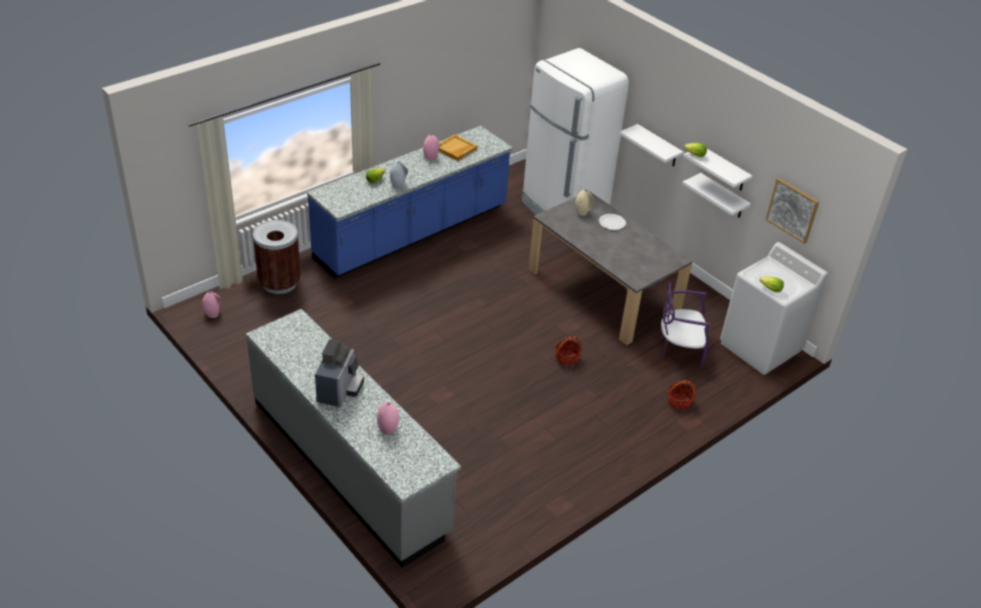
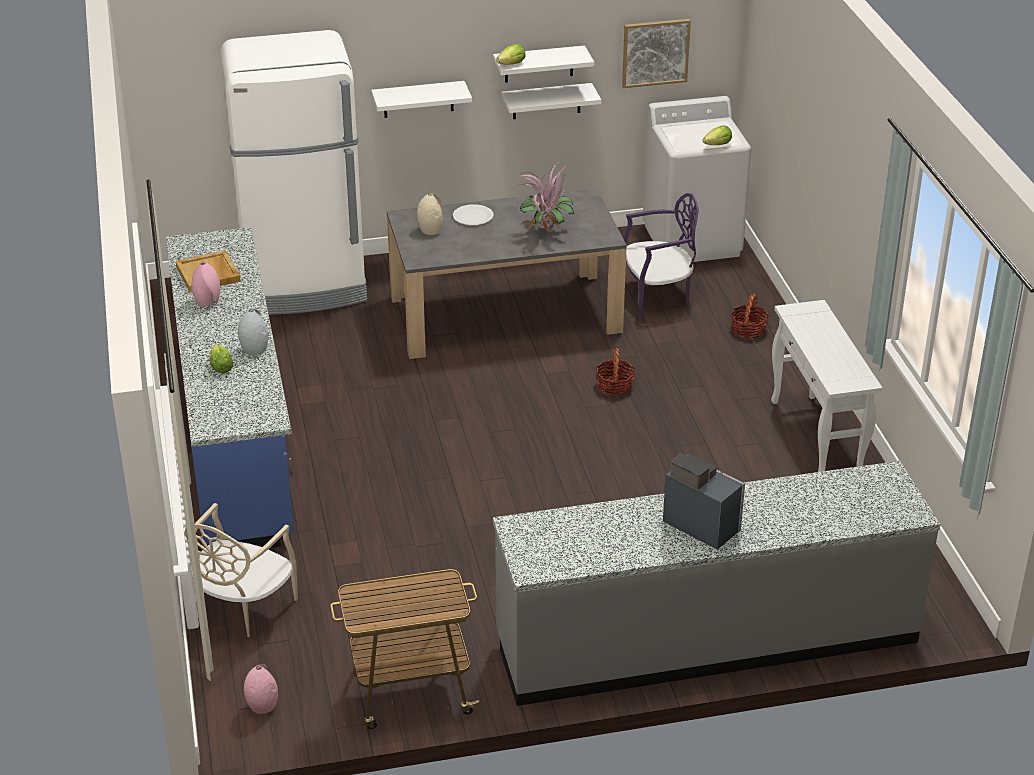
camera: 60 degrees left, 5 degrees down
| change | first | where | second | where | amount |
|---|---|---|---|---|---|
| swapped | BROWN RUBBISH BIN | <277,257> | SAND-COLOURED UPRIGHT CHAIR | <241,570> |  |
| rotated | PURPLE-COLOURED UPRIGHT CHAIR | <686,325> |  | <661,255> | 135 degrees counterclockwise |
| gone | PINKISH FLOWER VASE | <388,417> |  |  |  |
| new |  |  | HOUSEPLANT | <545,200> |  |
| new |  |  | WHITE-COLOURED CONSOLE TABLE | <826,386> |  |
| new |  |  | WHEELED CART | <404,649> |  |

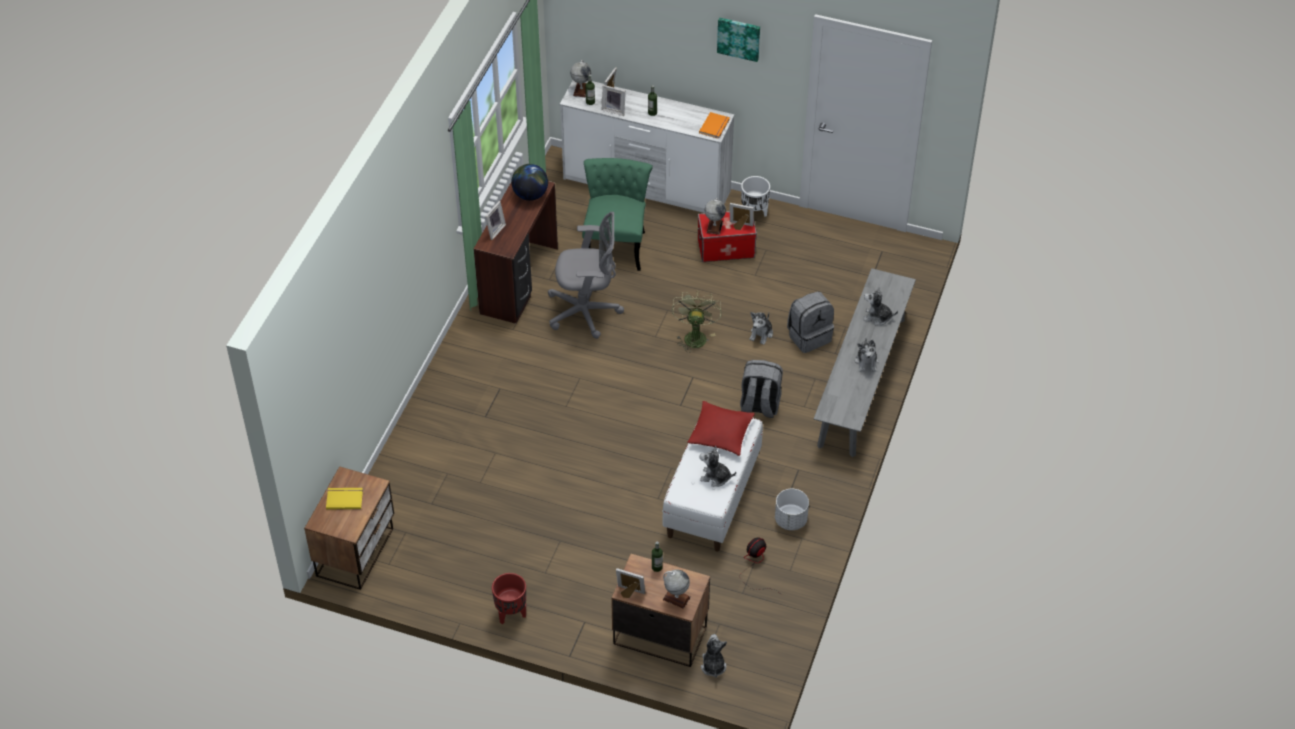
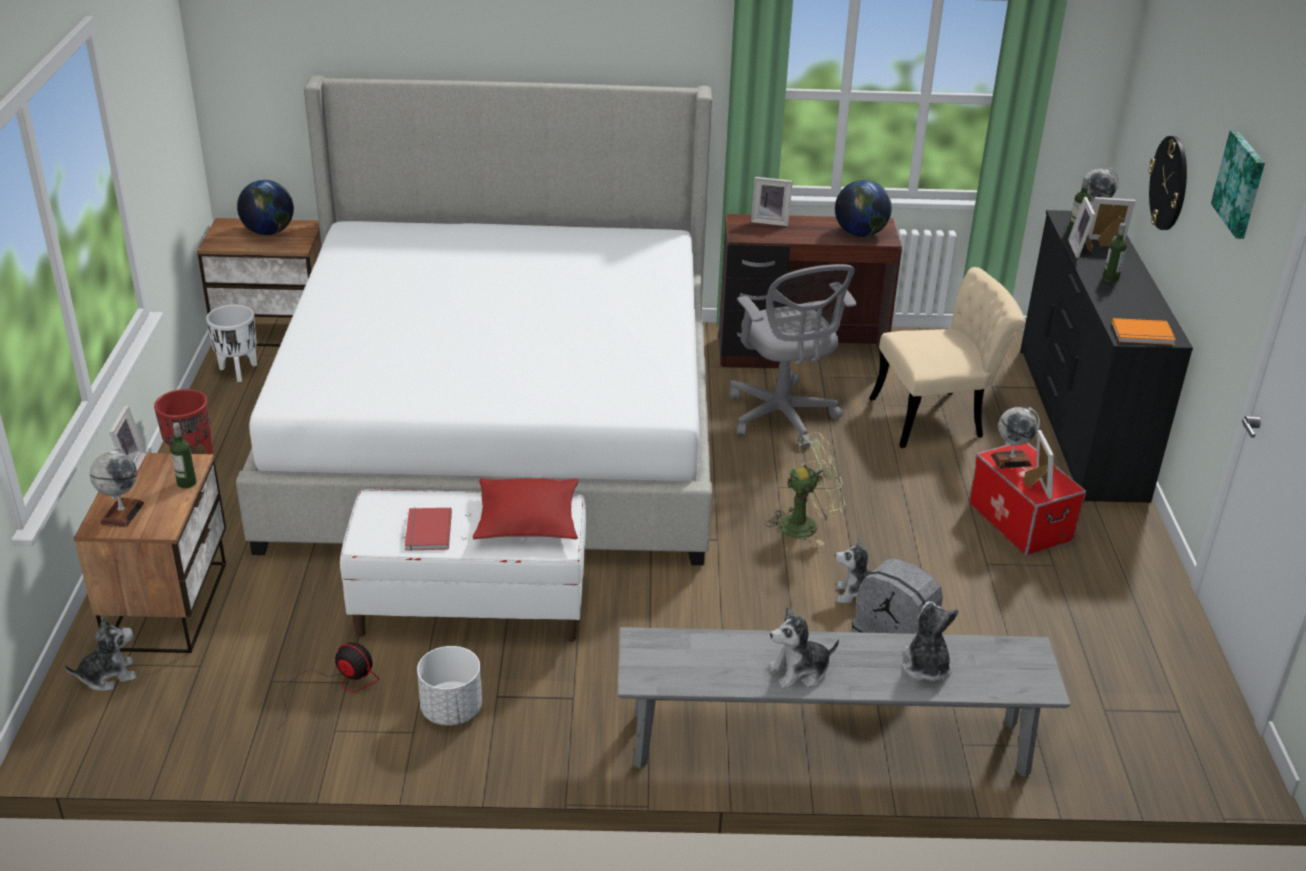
camera: 70 degrees right, 15 degrees down
| change | first | where | second | where | amount |
|---|---|---|---|---|---|
| repainted | WHITE-COLOURED DRESSER | <647,146> | BLACK DRESSER | <1106,356> |  |
| repainted | GREENISH UPRIGHT CHAIR | <617,214> | SAND-COLOURED UPRIGHT CHAIR | <947,357> |  |
| shifted | WHITE-COLOURED FLOWER POT | <755,196> |  | <231,343> |  |
| gone | GREYISH KNAPSACK | <761,389> |  |  |  |
| swapped | CUDDLY TOY | <718,466> | RED BOUND BOOK | <428,529> |  |
| swapped | YELLOWISH BOUND BOOK | <344,499> | GLOBE | <265,207> |  |
| new |  |  | BED | <474,320> |  |
| new |  |  | CLOCK ON THE WALL | <1168,183> |  |

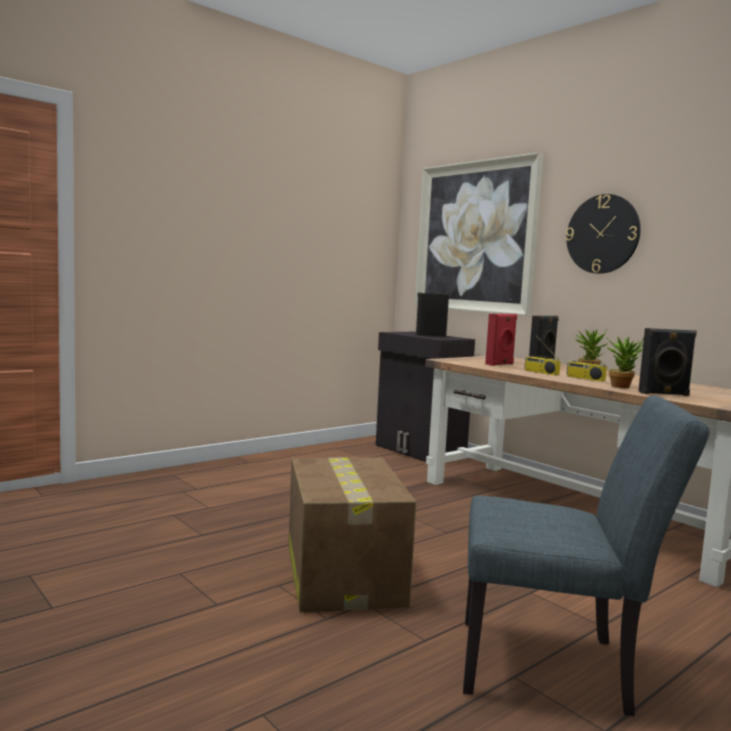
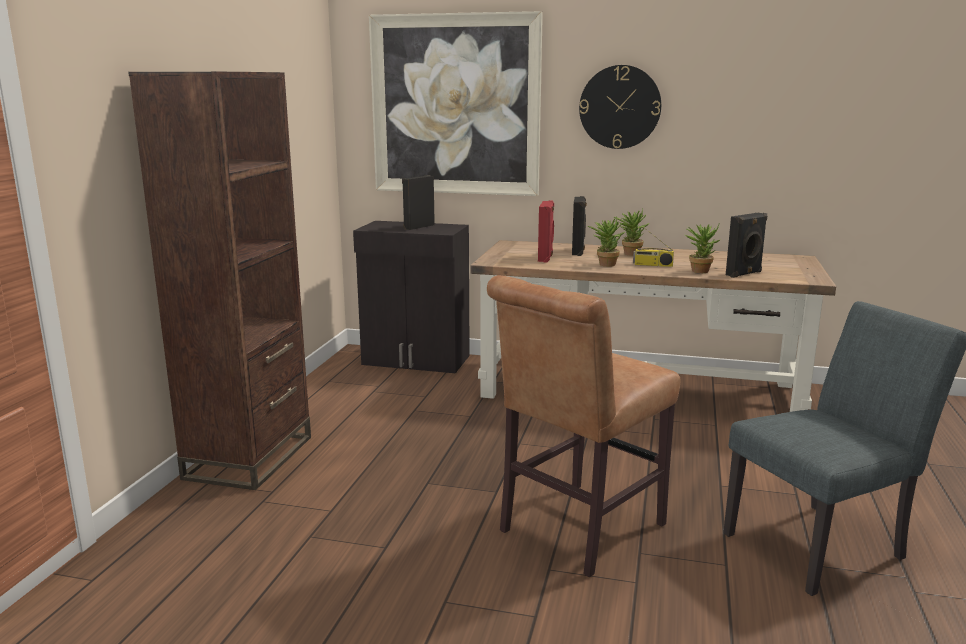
camera: 35 degrees left, 10 degrees up
| change | first | where | second | where | amount |
|---|---|---|---|---|---|
| swapped | RADIO RECEIVER | <542,355> | HOUSEPLANT | <606,241> |  |
| swapped | CARDBOARD BOX | <352,535> | BROWN UPRIGHT CHAIR | <584,426> |  |
| new |  |  | BROWN BOOKCASE | <219,281> |  |

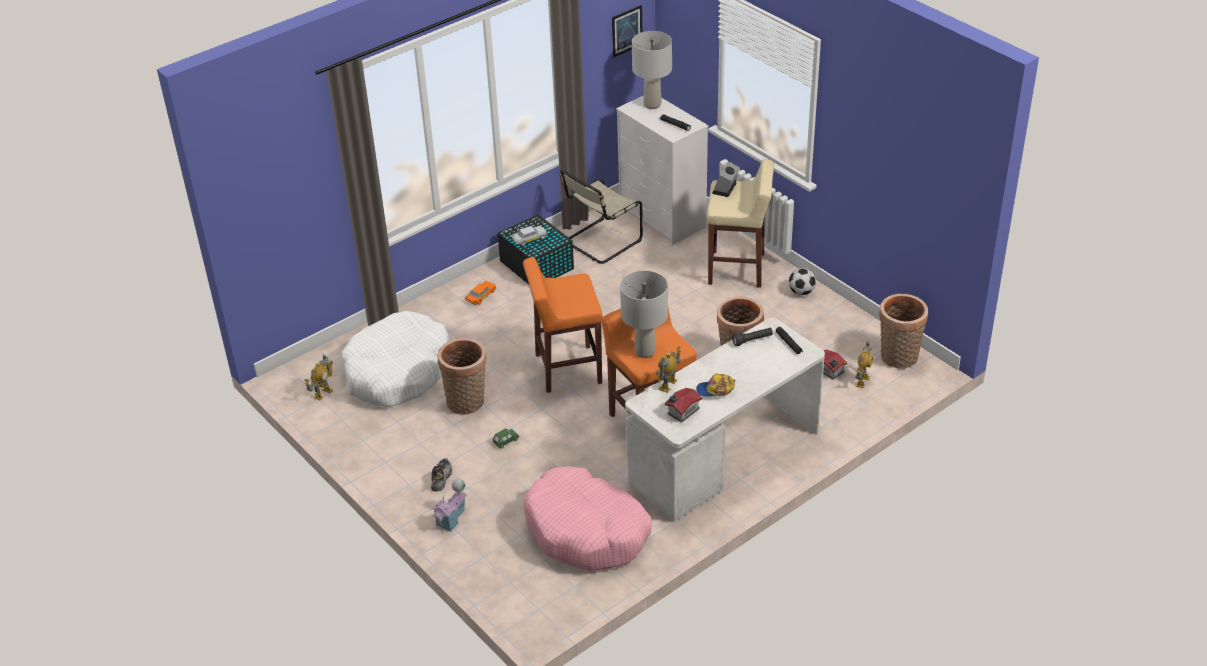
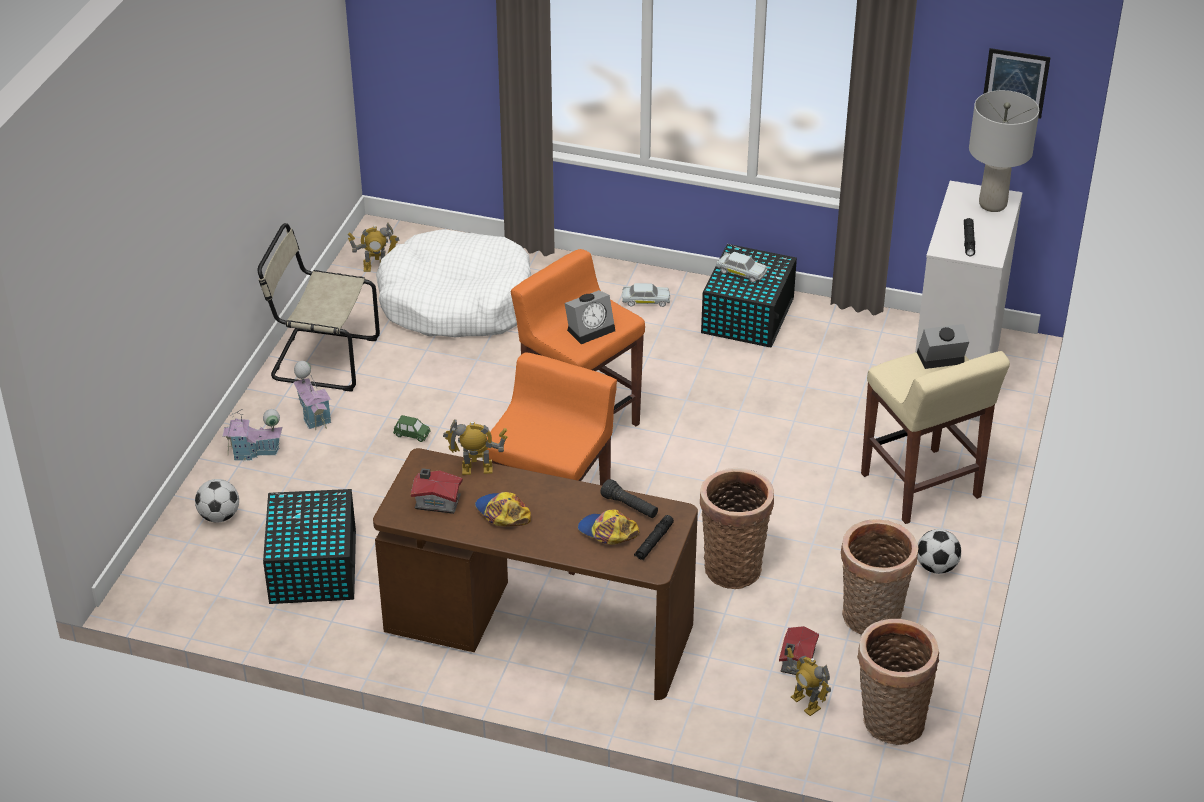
camera: 55 degrees right, 0 degrees up
| change | first | where | second | where | amount |
|---|---|---|---|---|---|
| shifted | SAND-COLOURED UPRIGHT CHAIR | <601,217> |  | <319,307> |  |
| gone | GREYISH LAMP FOR A TABLE | <644,314> |  |  |  |
| repainted | ORANGE MODEL CAR | <480,293> | WHITE-COLOURED MODEL CAR | <646,295> |  |
| repainted | WHITE-COLOURED DESK | <725,419> | BROWN DESK | <535,574> |  |
| shifted | BASKET | <462,376> |  | <879,577> |  |
| rotated | ROBOT FIGURE | <864,365> |  | <808,682> | 60 degrees clockwise |
| swapped | ITEM OF FOOTWEAR | <441,474> | MODEL HOUSE | <312,395> |  |
| swapped | PINKISH PET BED | <587,518> | BLACK STORAGE CONTAINER | <309,546> |  |
| new |  |  | BEDSIDE CLOCK | <590,317> |  |
| new |  |  | BALL FOR FOOTBALL | <217,501> |  |
| new |  |  | PEAKED CAP | <609,527> |  |

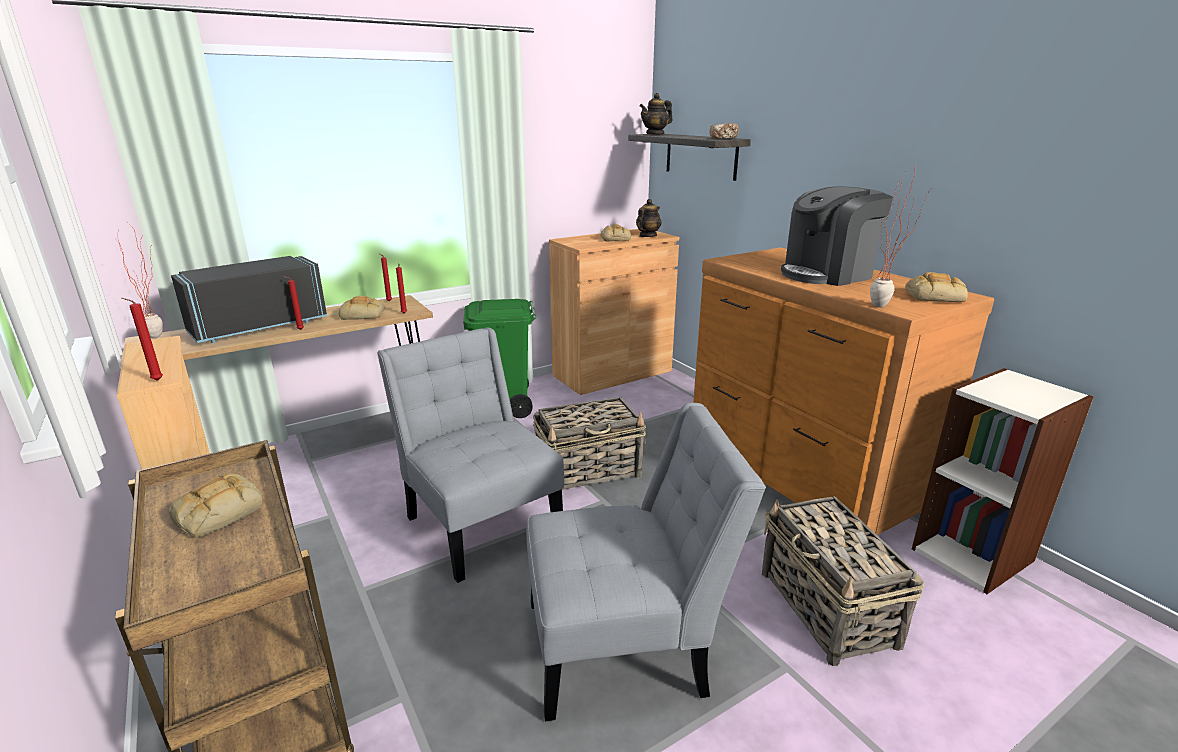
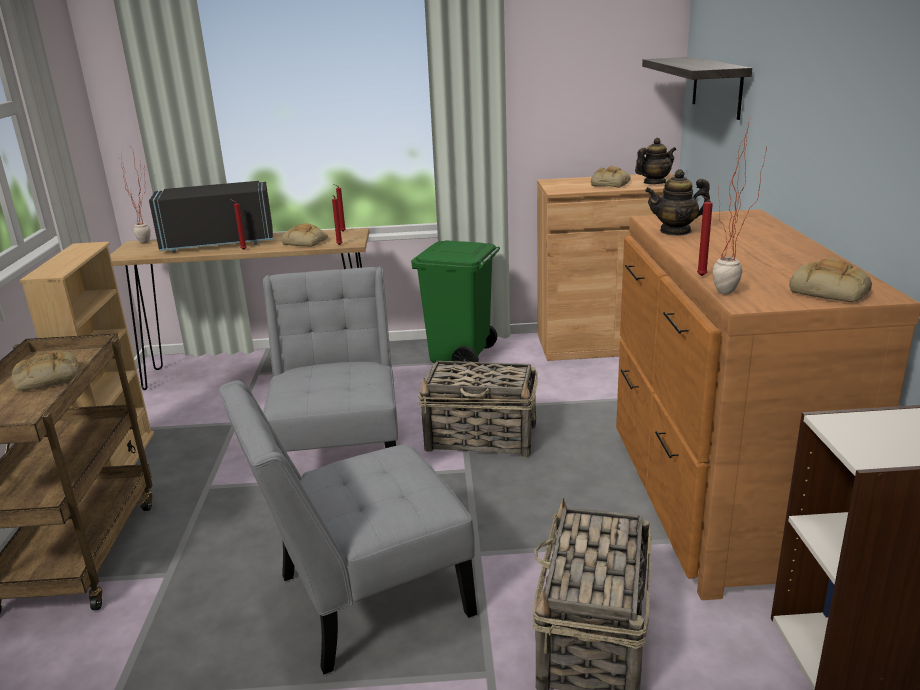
camera: 30 degrees right, 0 degrees up
| change | first | where | second | where | amount |
|---|---|---|---|---|---|
| shifted | TEA POT | <656,114> |  | <678,202> |  |
| gone | BAKERY BREAD | <724,131> |  |  |  |
| gone | COFFEE BREWER | <837,236> |  |  |  |
| shifted | RED WAX LIGHT | <142,339> |  | <705,235> |  |
| rotated | GREYISH UPRIGHT CHAIR | <646,562> |  | <348,527> | 135 degrees clockwise |

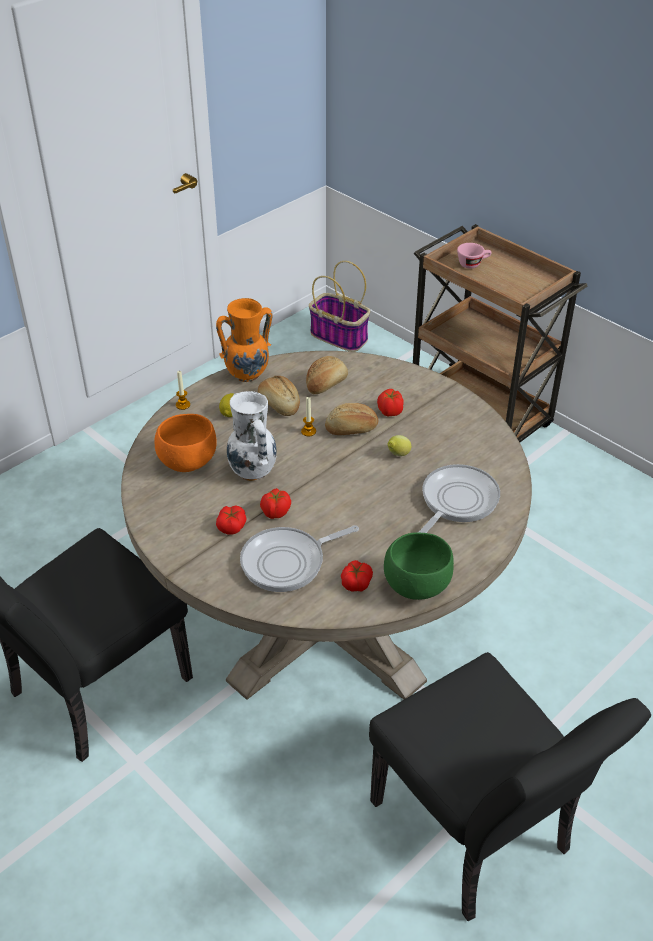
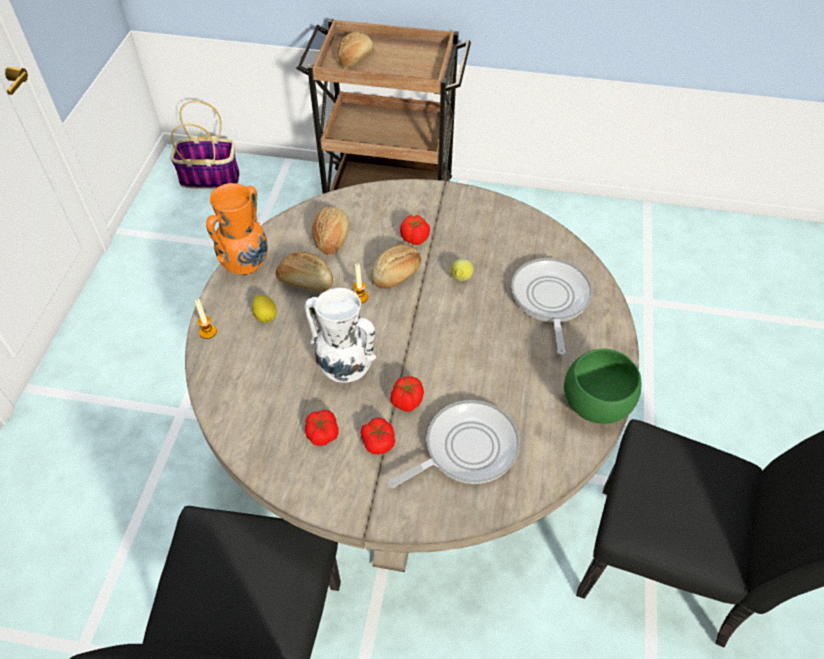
camera: 35 degrees left, 10 degrees up
| change | first | where | second | where | amount |
|---|---|---|---|---|---|
| swapped | PINKISH SMALL CUP | <474,255> | BAKERY BREAD | <356,49> |  |
| gone | ORANGE SERVING BOWL | <186,443> |  |  |  |
| rotated | FRYING PAN | <299,558> |  | <454,444> | 150 degrees counterclockwise |
| shifted | WHOLE TOMATO | <357,576> |  | <322,428> |  |

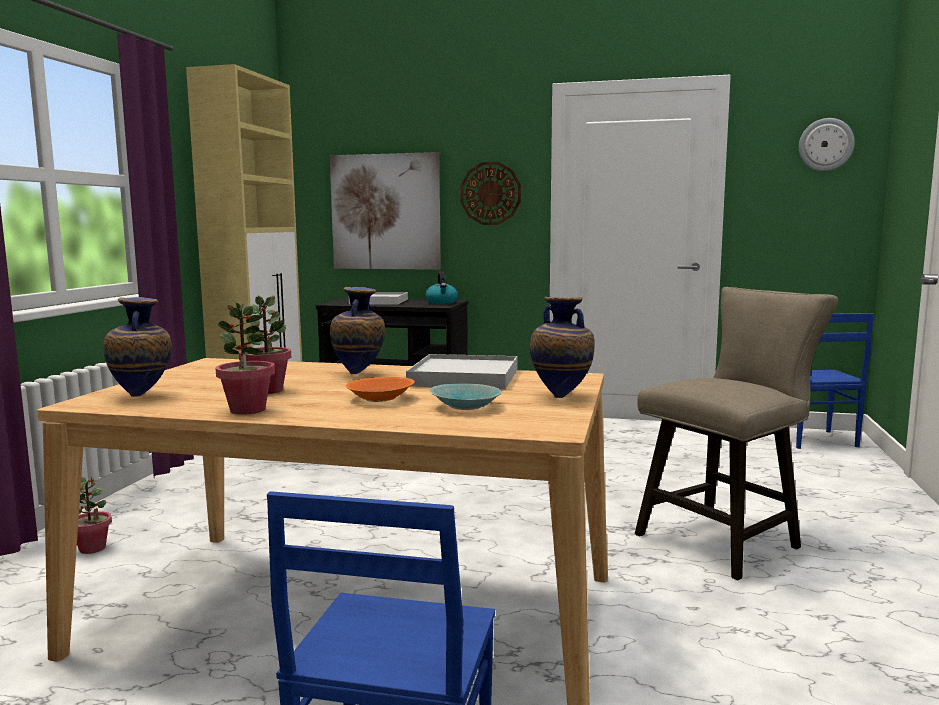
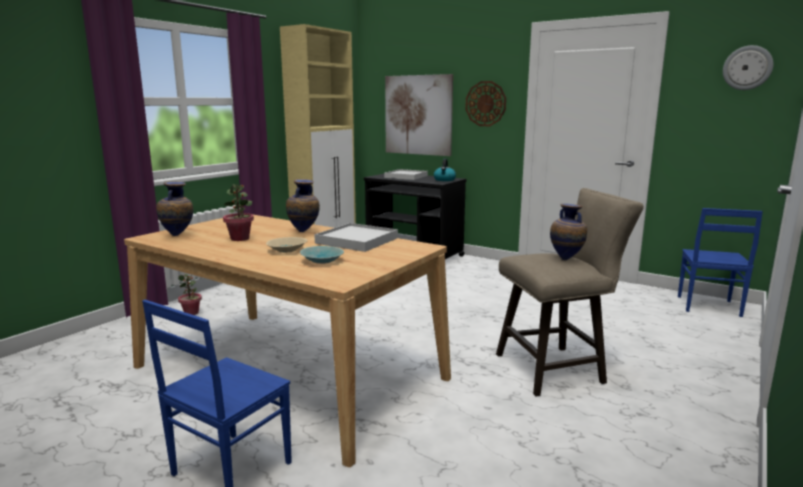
camera: 20 degrees right, 5 degrees up
| change | first | where | second | where | amount |
|---|---|---|---|---|---|
| shifted | FLOWER VASE | <562,347> |  | <568,232> |  |
| gone | HOUSEPLANT | <245,358> |  |  |  |
| repainted | ORANGE SERVING BOWL | <380,389> | SAND-COLOURED SERVING BOWL | <287,245> |  |

